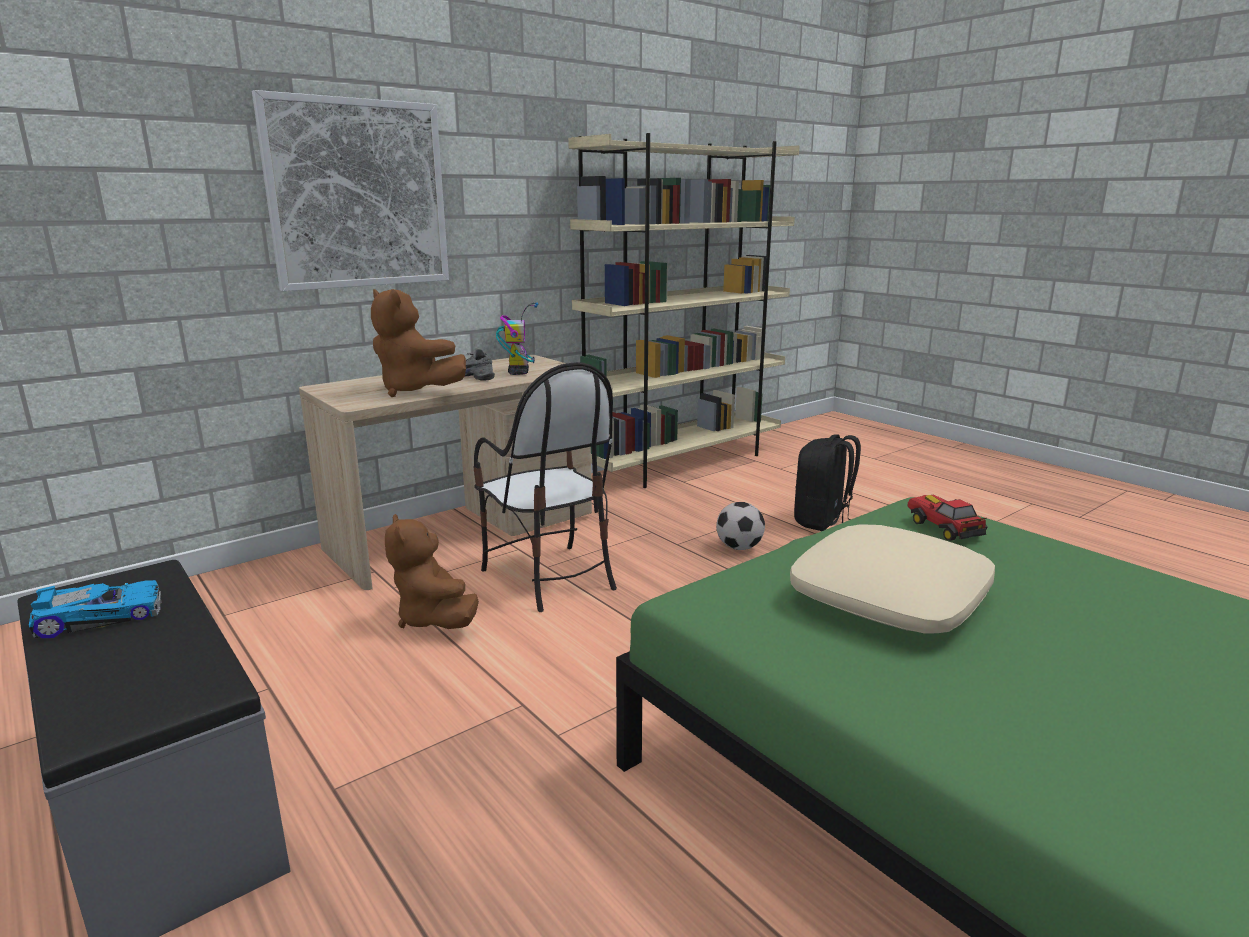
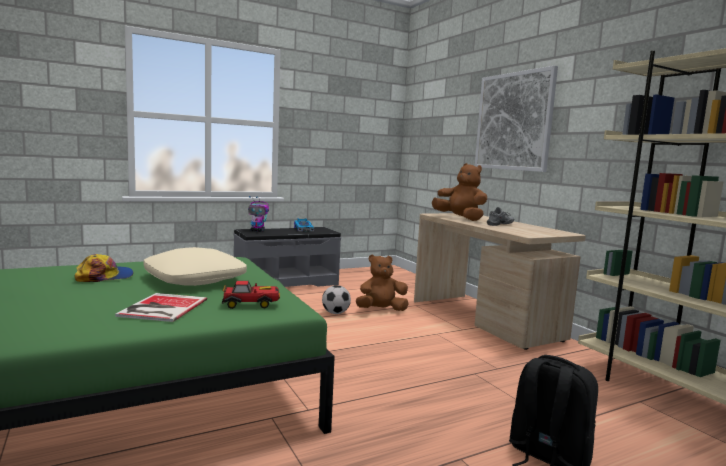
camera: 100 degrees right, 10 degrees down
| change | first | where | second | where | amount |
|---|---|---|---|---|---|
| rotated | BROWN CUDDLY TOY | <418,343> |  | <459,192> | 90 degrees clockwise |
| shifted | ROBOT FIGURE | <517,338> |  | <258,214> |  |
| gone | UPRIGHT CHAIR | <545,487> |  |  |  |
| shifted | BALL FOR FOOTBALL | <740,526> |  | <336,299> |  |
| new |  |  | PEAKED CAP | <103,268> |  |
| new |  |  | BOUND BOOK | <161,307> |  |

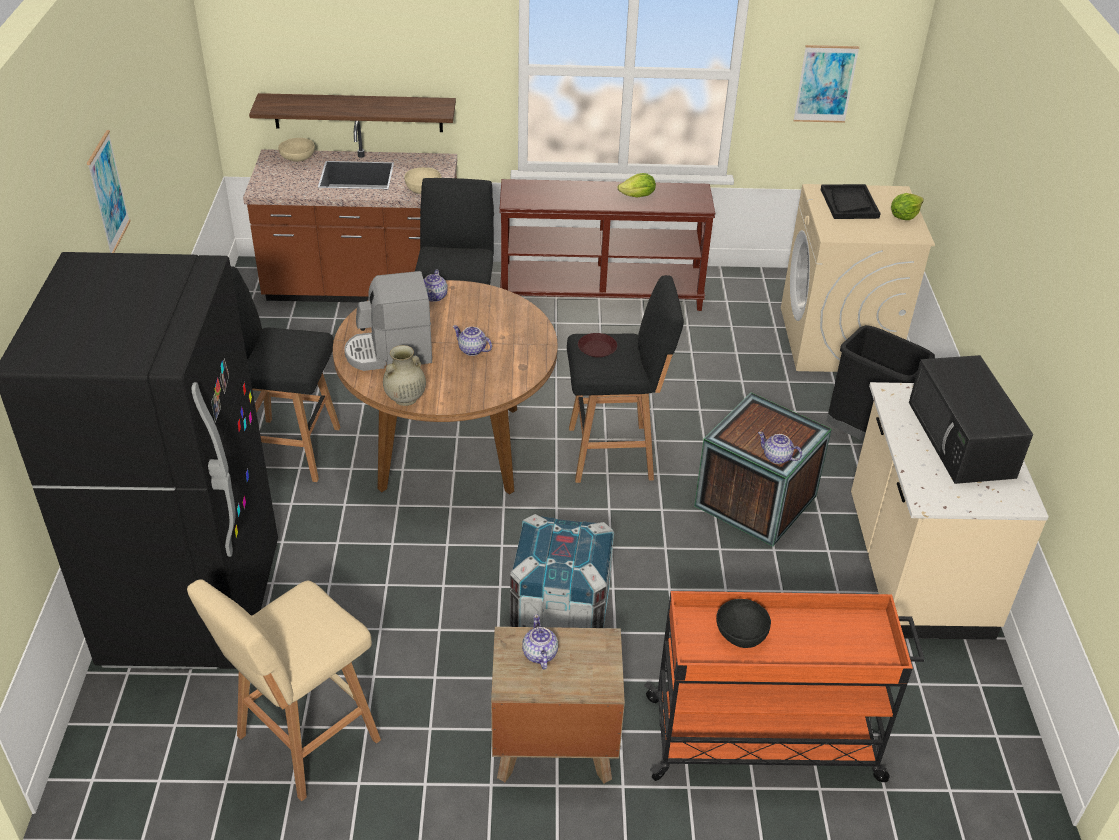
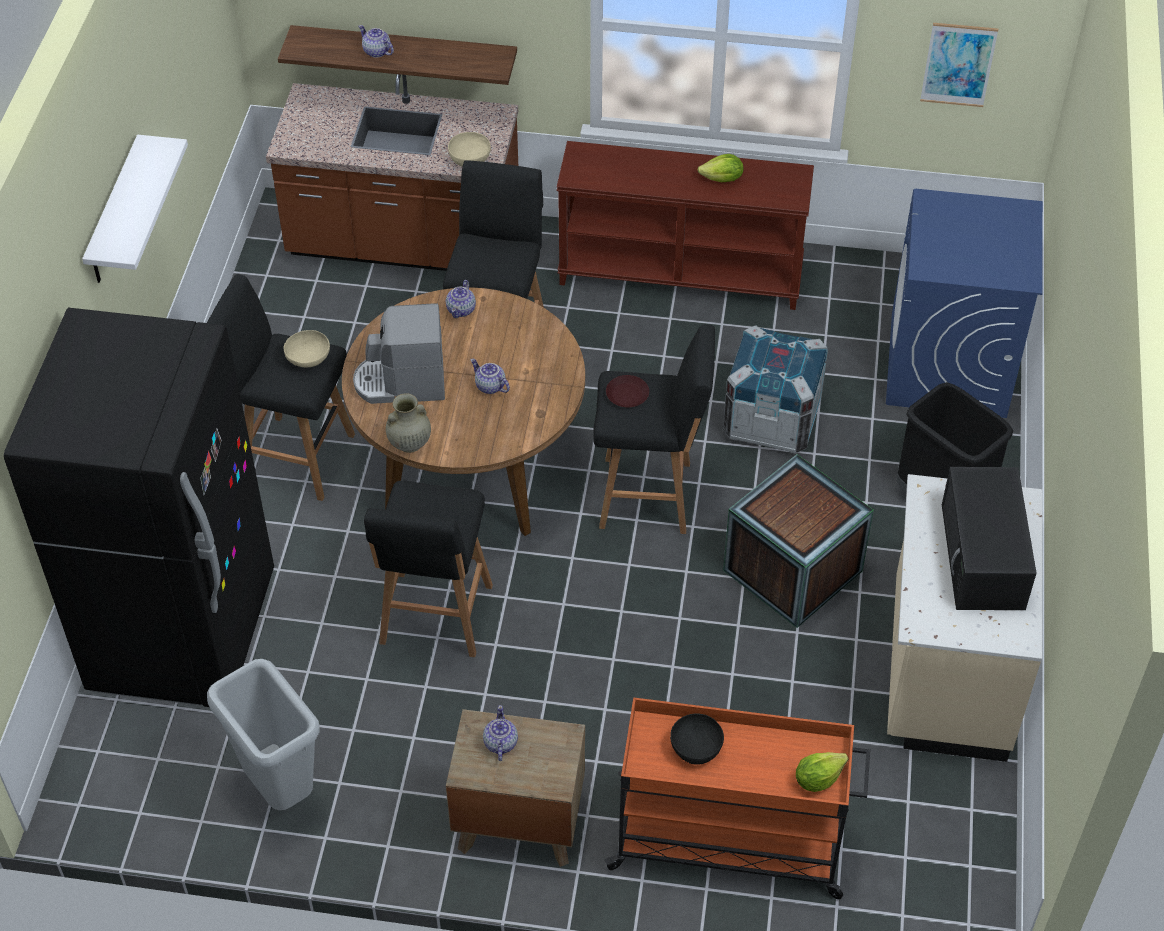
camera: 10 degrees right, 10 degrees up
| change | first | where | second | where | amount |
|---|---|---|---|---|---|
| swapped | WALL ART | <109,191> | WHITE-COLOURED WALL SHELF | <135,209> |  |
| shifted | SAND-COLOURED SERVING BOWL | <296,150> |  | <307,348> |  |
| repainted | SAND-COLOURED LAUNDRY MACHINE | <858,278> | BLUE LAUNDRY MACHINE | <964,303> |  |
| gone | BLACK CARRYING TRAY | <851,201> |  |  |  |
| shifted | HEAD OF LETTUCE | <907,206> |  | <822,772> |  |
| shifted | TEA POT | <780,448> |  | <376,41> |  |
| shifted | PACKING CRATE | <562,571> |  | <775,389> |  |
| swapped | SAND-COLOURED SITTING STOOL | <284,690> | GREYISH RUBBISH BIN | <263,734> |  |
| new |  |  | BLACK SITTING STOOL | <428,569> |  |

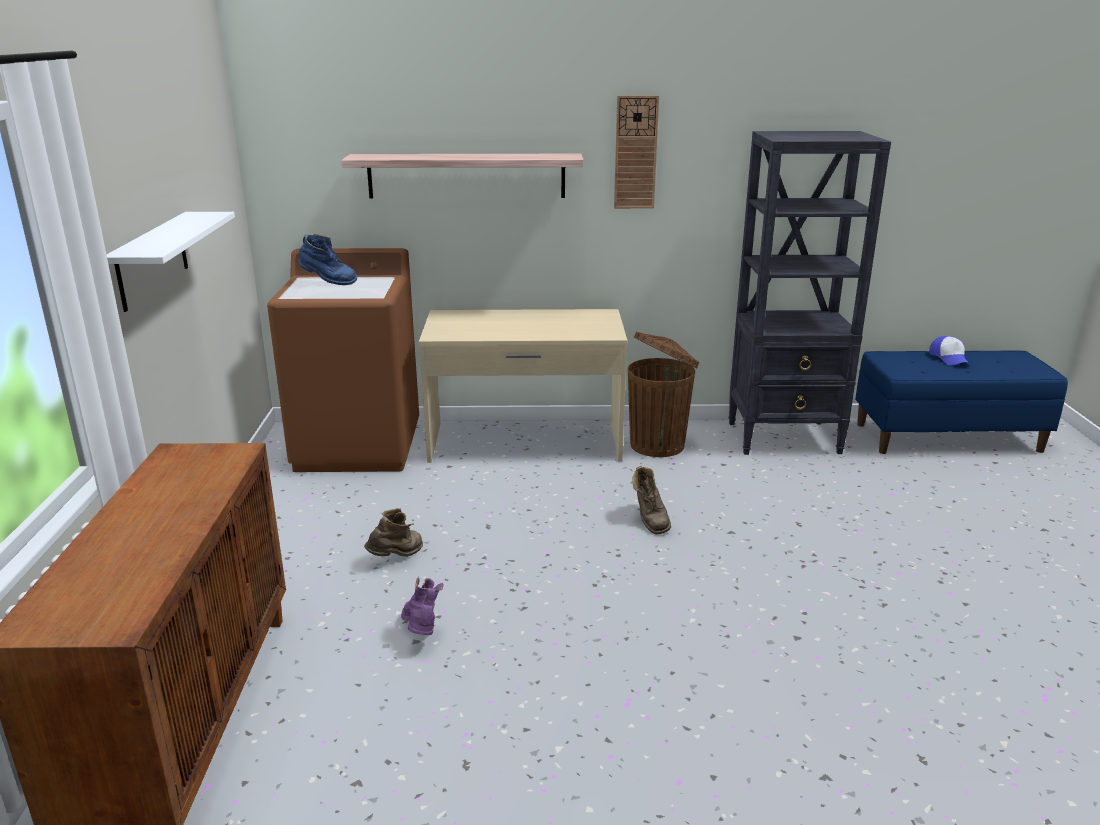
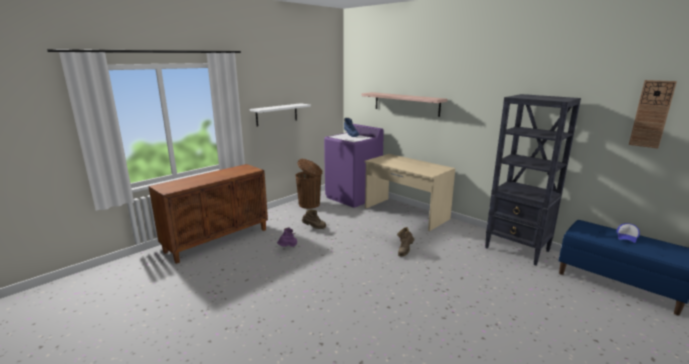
camera: 45 degrees right, 5 degrees down
| change | first | where | second | where | amount |
|---|---|---|---|---|---|
| shifted | CLOCK ON THE WALL | <636,152> |  | <653,114> |  |
| repainted | BROWN LAUNDRY MACHINE | <343,360> | PURPLE-COLOURED LAUNDRY MACHINE | <354,166> |  |
| shifted | BROWN RUBBISH BIN | <664,394> |  | <309,184> |  |

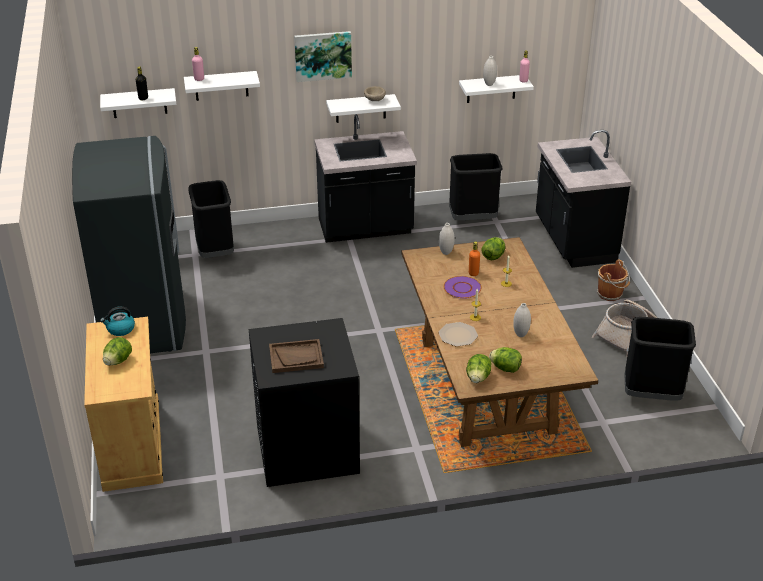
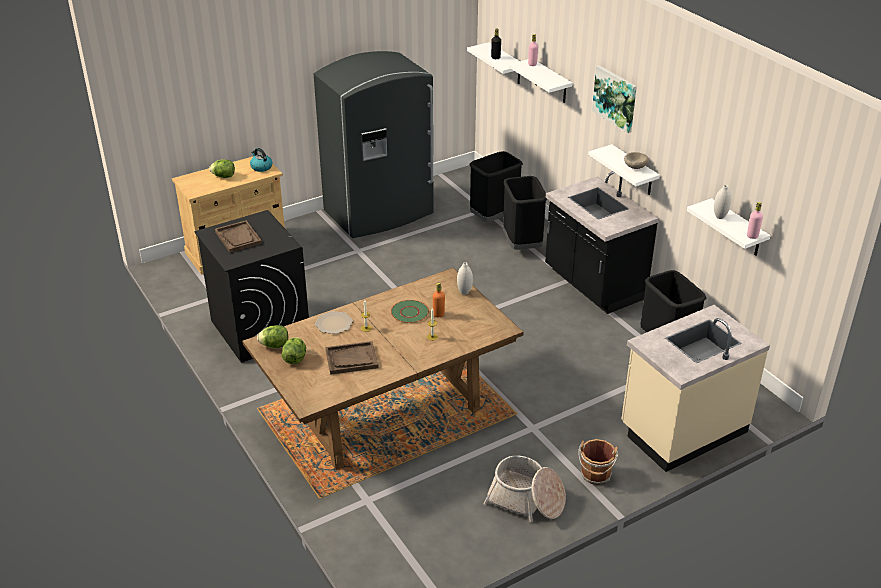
camera: 70 degrees right, 0 degrees up
| change | first | where | second | where | amount |
|---|---|---|---|---|---|
| repainted | BLACK KITCHEN BASE UNIT | <583,199> | SAND-COLOURED KITCHEN BASE UNIT | <695,388> |  |
| gone | HEAD OF LETTUCE | <493,248> |  |  |  |
| repainted | PURPLE-COLOURED DINNER PLATE | <462,287> | GREENISH DINNER PLATE | <410,311> |  |
| swapped | WHITE-COLOURED FLOWER VASE | <522,320> | BROWN CARRYING TRAY | <352,358> |  |
| shifted | BLACK RUBBISH BIN | <660,359> |  | <525,213> |  |

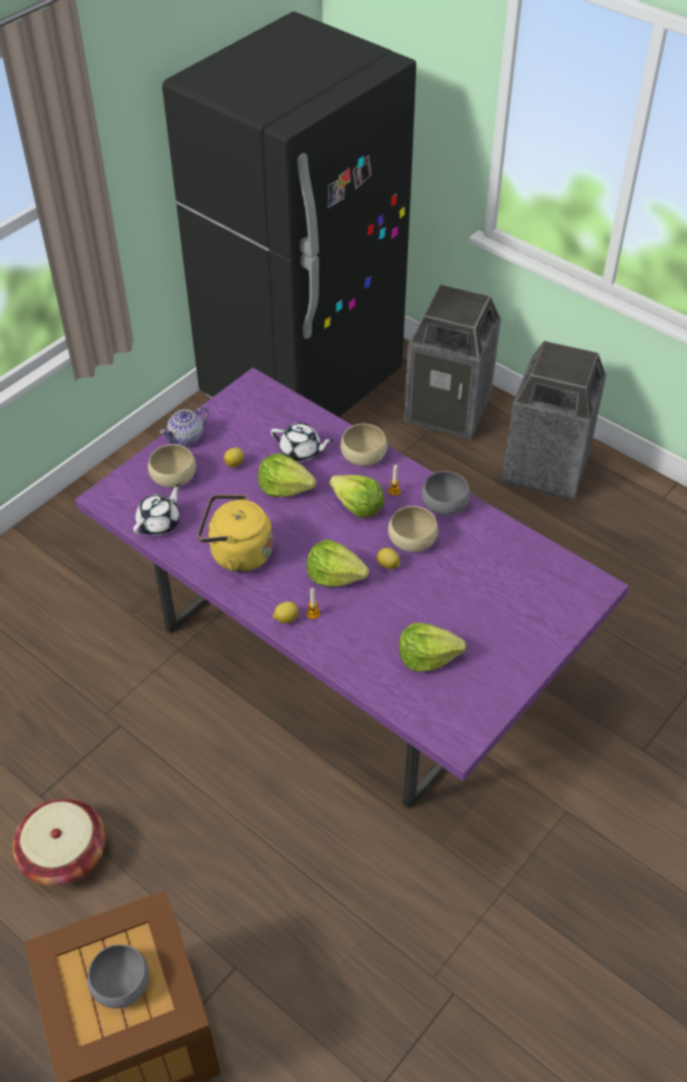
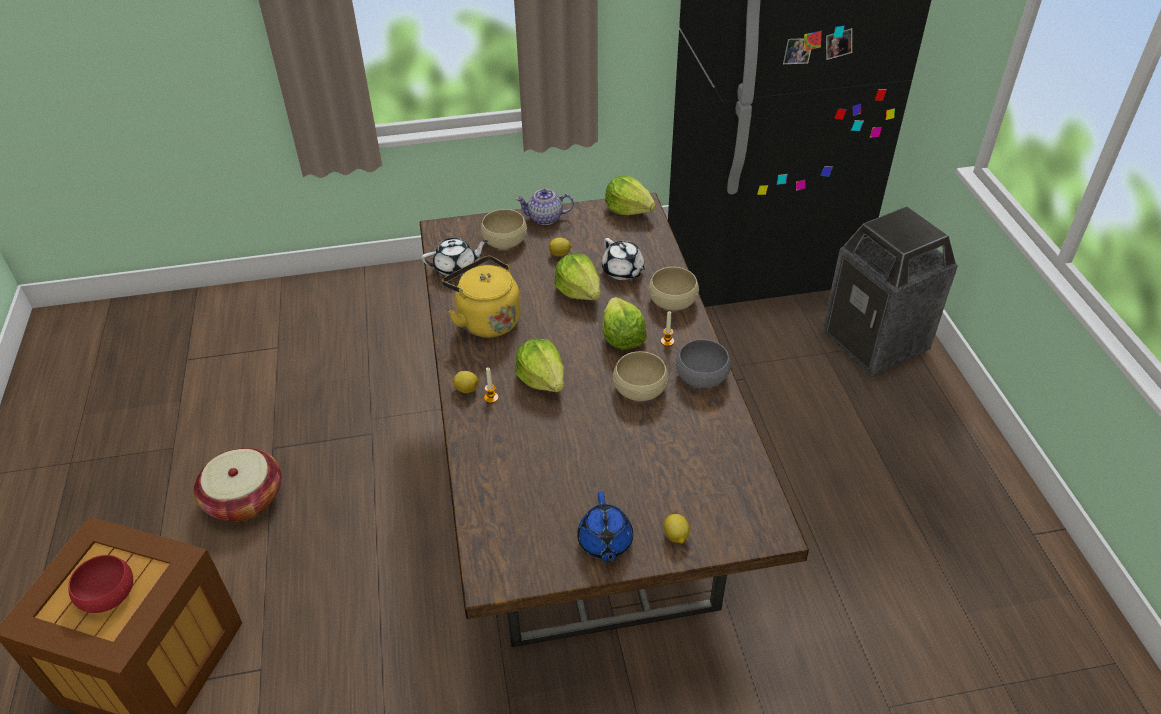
camera: 40 degrees right, 5 degrees down
| change | first | where | second | where | amount |
|---|---|---|---|---|---|
| gone | RUBBISH BIN | <554,420> |  |  |  |
| repainted | PURPLE-COLOURED DINING TABLE | <352,588> | BROWN DINING TABLE | <614,420> |  |
| shifted | CITRUS FRUIT | <388,558> |  | <677,529> |  |
| shifted | HEAD OF LETTUCE | <432,647> |  | <630,195> |  |
| repainted | GREYISH SERVING BOWL | <118,976> | RED SERVING BOWL | <100,584> |  |
| new |  |  | BLUE TEA POT | <605,527> |  |

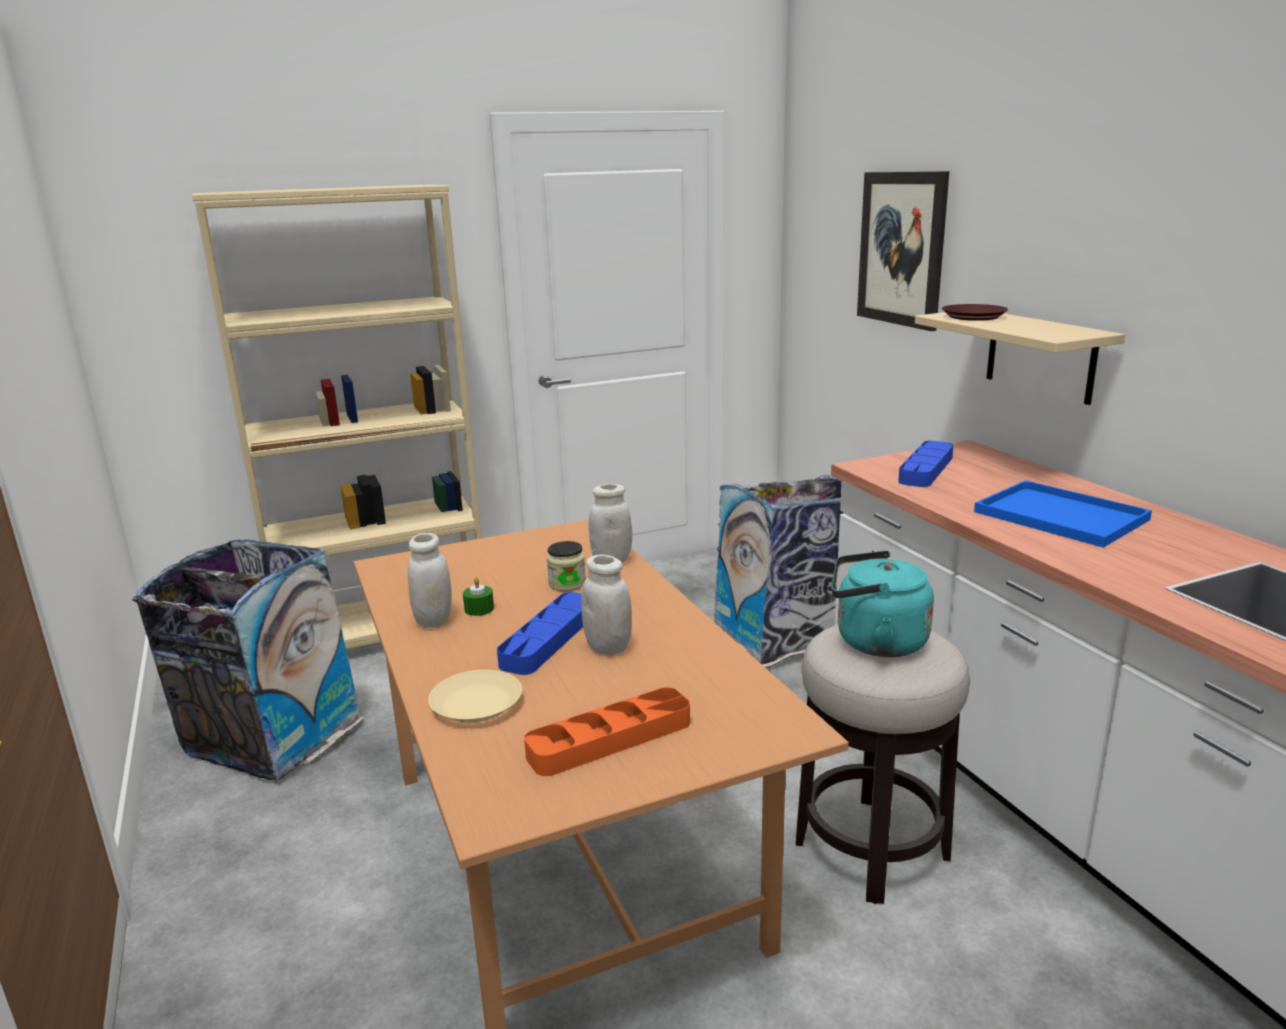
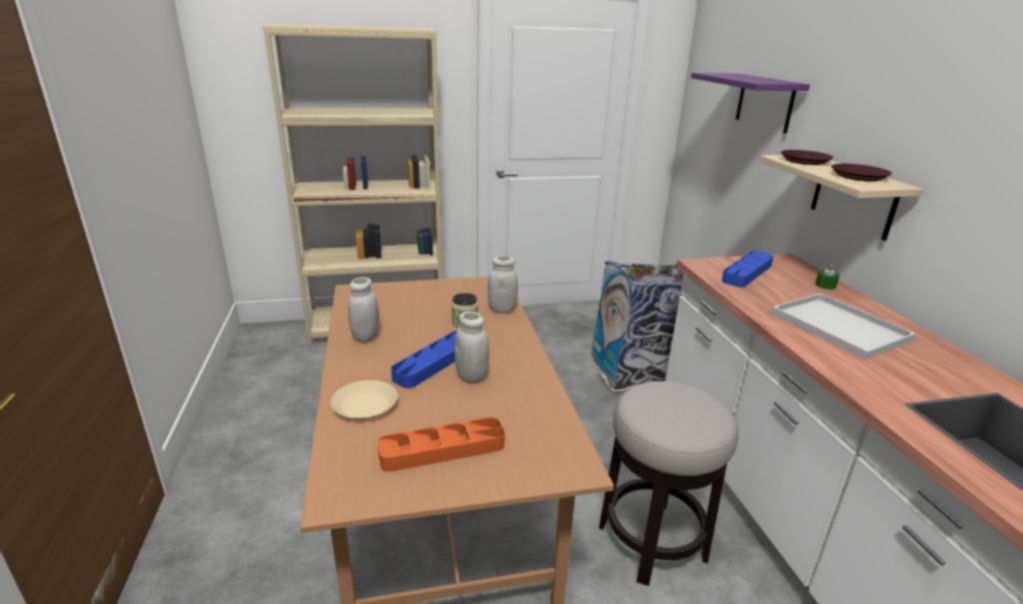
camera: 10 degrees right, 5 degrees up
| change | first | where | second | where | amount |
|---|---|---|---|---|---|
| swapped | WALL ART | <903,251> | PURPLE-COLOURED WALL SHELF | <750,103> |  |
| repainted | BLUE CARRYING TRAY | <1063,514> | WHITE-COLOURED CARRYING TRAY | <843,326> |  |
| gone | RUBBISH BIN | <248,660> |  |  |  |
| gone | TURQUOISE KETTLE | <883,603> |  |  |  |
| shifted | GREENISH WAX LIGHT | <478,596> |  | <827,276> |  |
| new |  |  | BROWN DINNER PLATE | <861,172> |  |

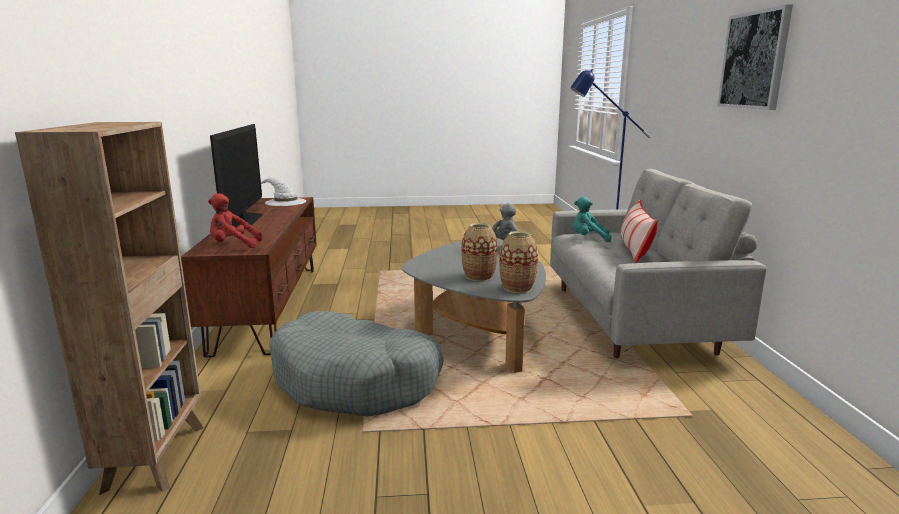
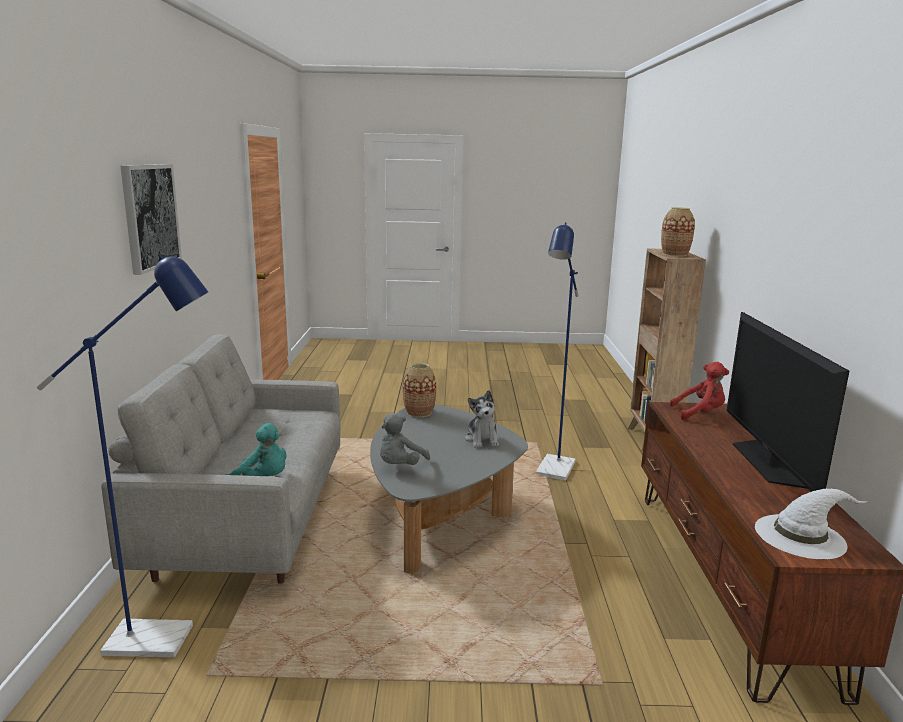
camera: 175 degrees left, 0 degrees up
| change | first | where | second | where | amount |
|---|---|---|---|---|---|
| gone | THROW PILLOW | <639,231> |  |  |  |
| shifted | FLOWER VASE | <479,252> |  | <678,231> |  |
| swapped | GREYISH PET BED | <356,363> | BLUE FLOOR LAMP | <557,351> |  |
| new |  |  | CUDDLY TOY | <482,419> |  |

